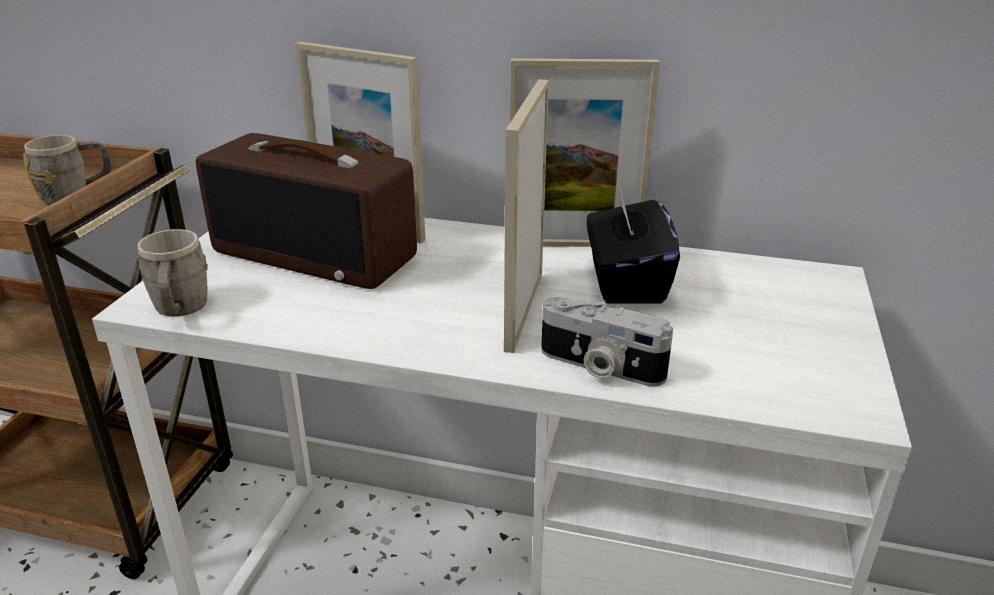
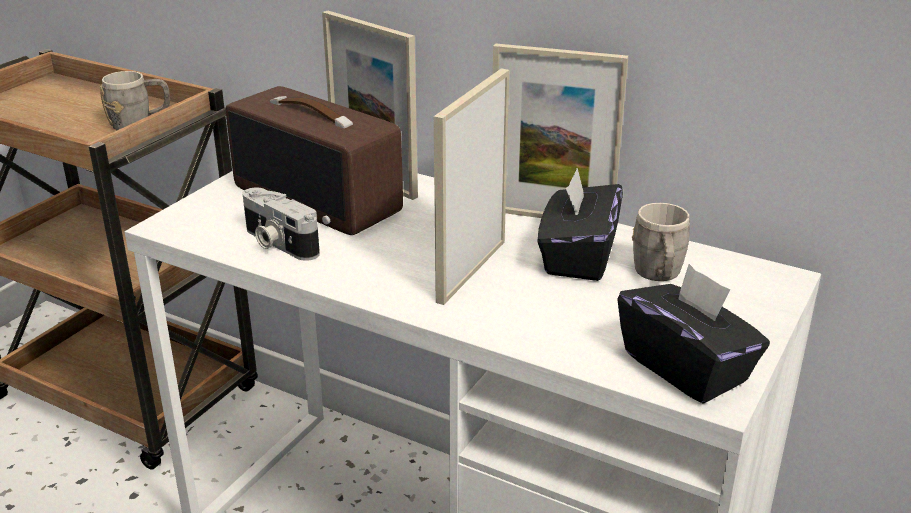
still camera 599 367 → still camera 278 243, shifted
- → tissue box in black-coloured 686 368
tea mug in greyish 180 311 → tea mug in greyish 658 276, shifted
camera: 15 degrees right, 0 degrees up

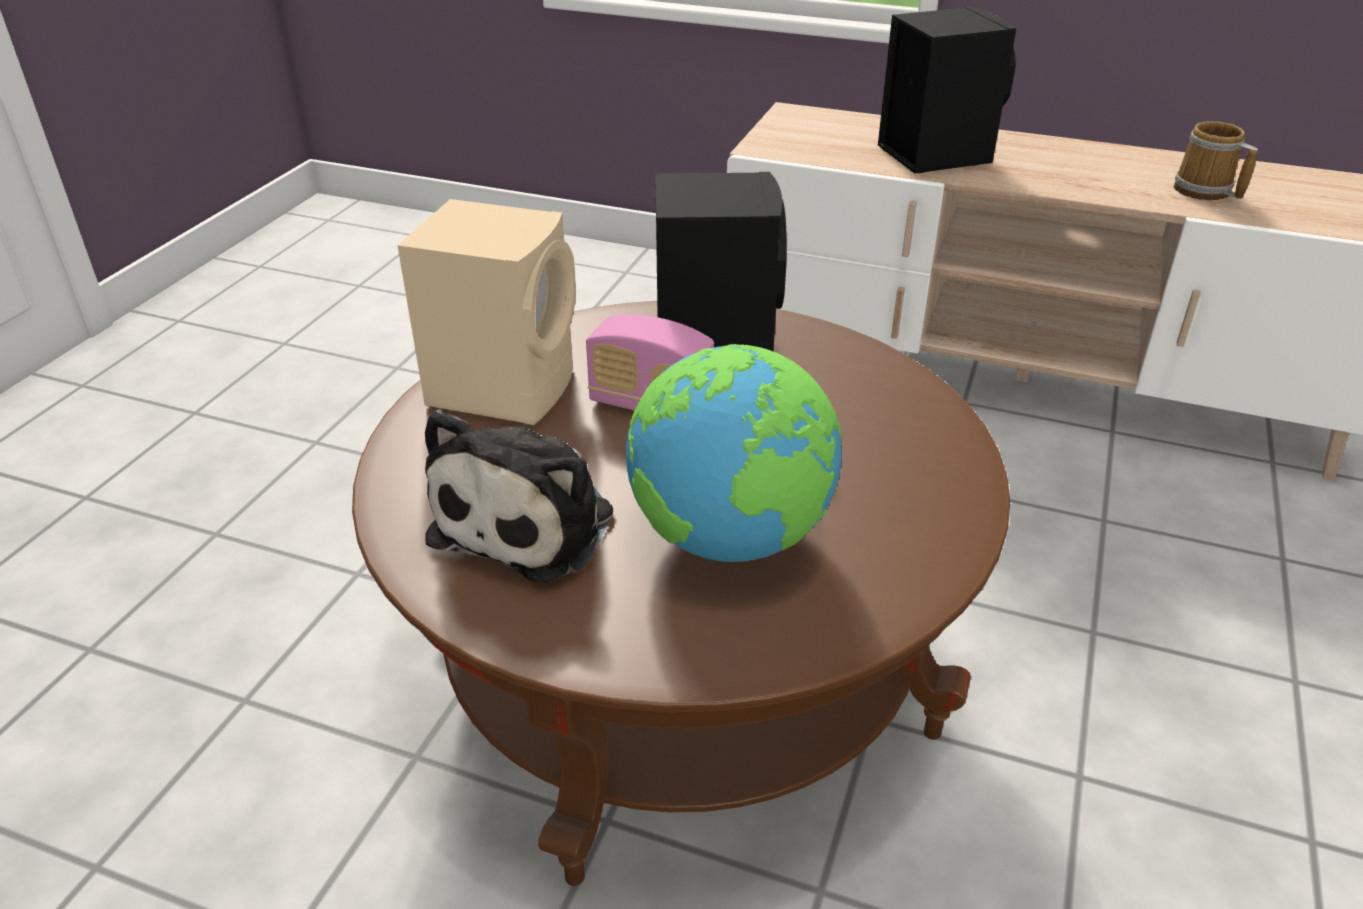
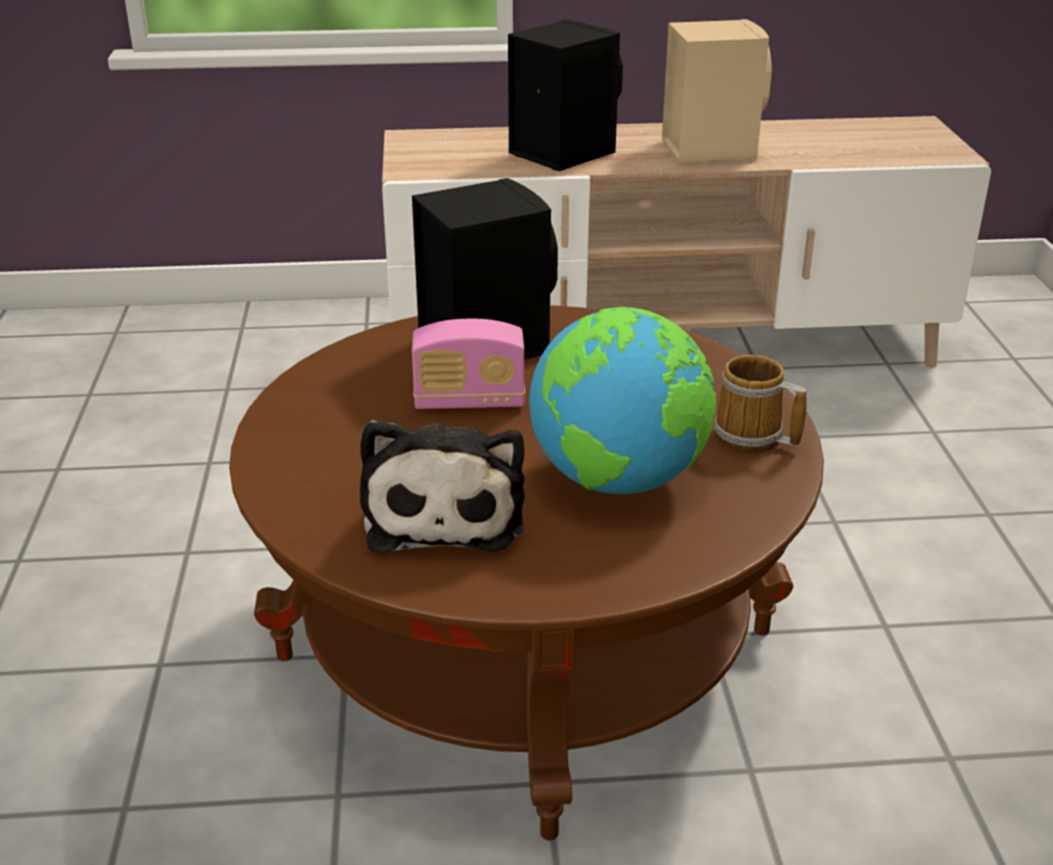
loudspeaker in beige 505 385 → loudspeaker in beige 709 148, shifted
tea mug 1204 191 → tea mug 751 438, shifted
camera: 25 degrees left, 5 degrees down

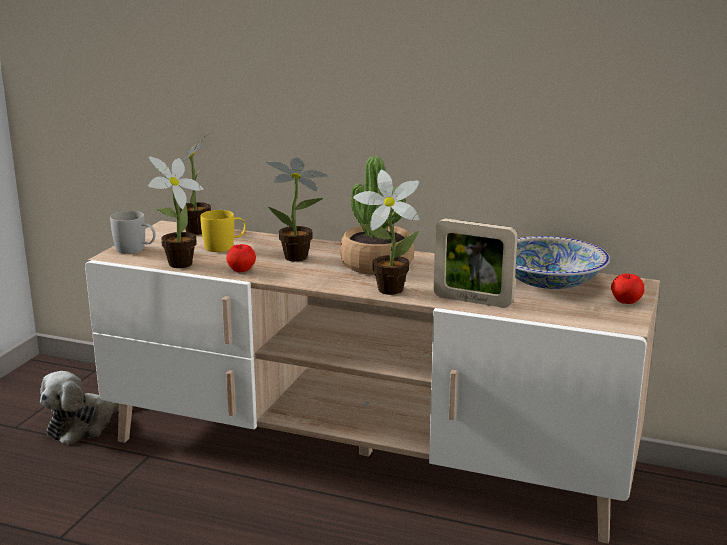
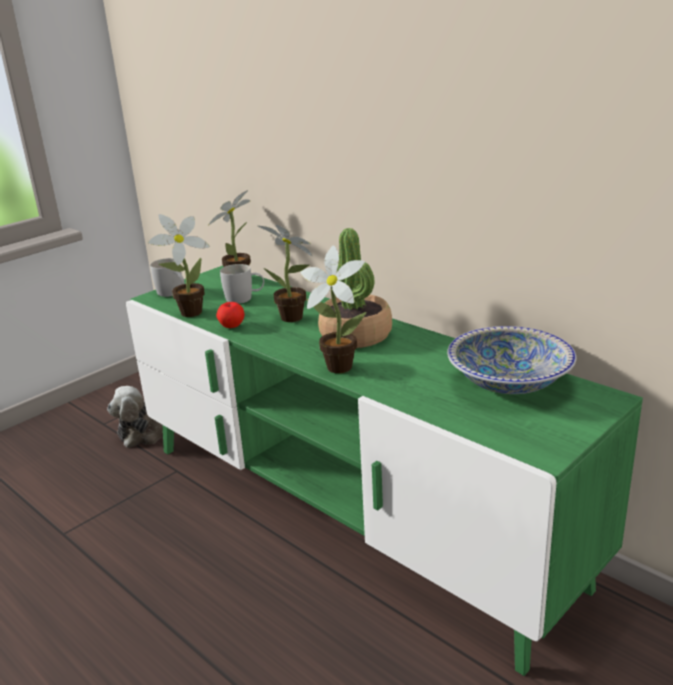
media console in beige 363 456 → media console in green-coloured 347 510
tea mug in yellow-coloured 225 247 → tea mug in white 244 298
photo frame 472 301 → -
apple 625 302 → -
camera: 25 degrees right, 5 degrees up

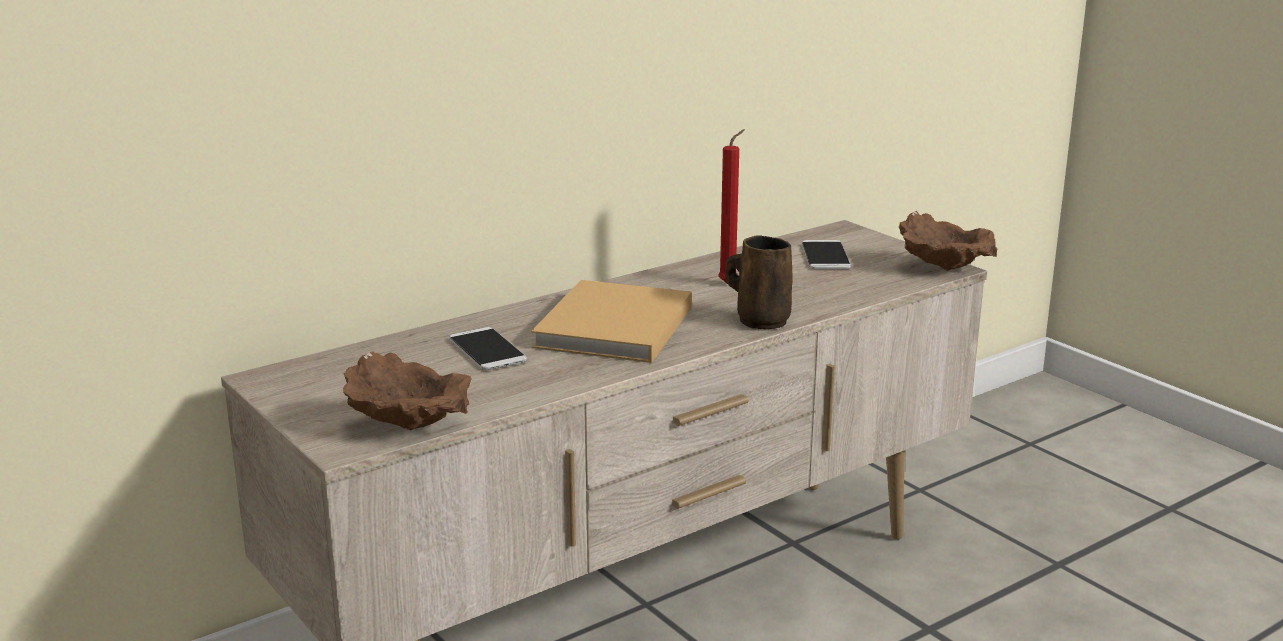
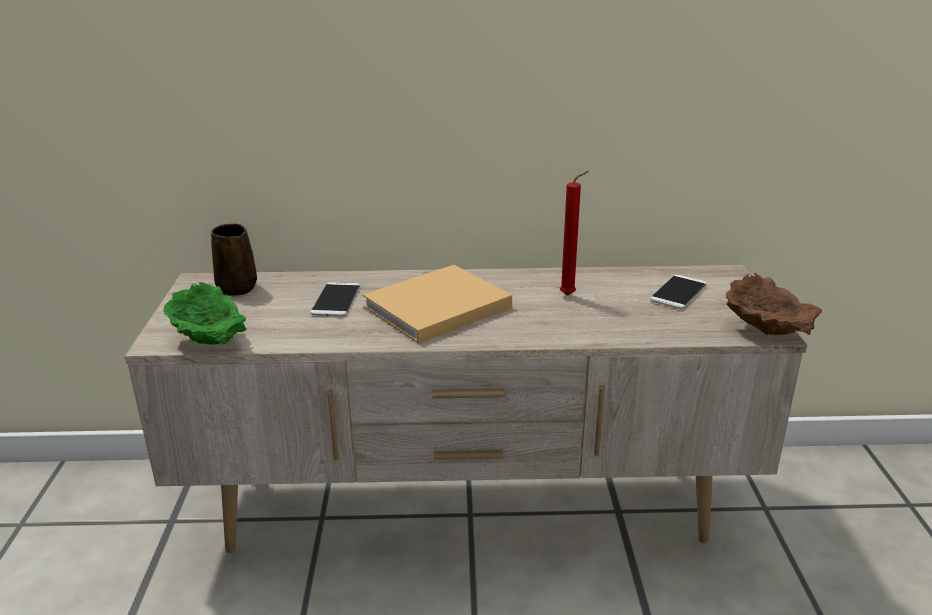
bowl in brown-coloured 409 427 → bowl in green-coloured 209 342
tea mug in brown-coloured 760 320 → tea mug in brown-coloured 237 287, shifted
camera: 35 degrees right, 5 degrees up

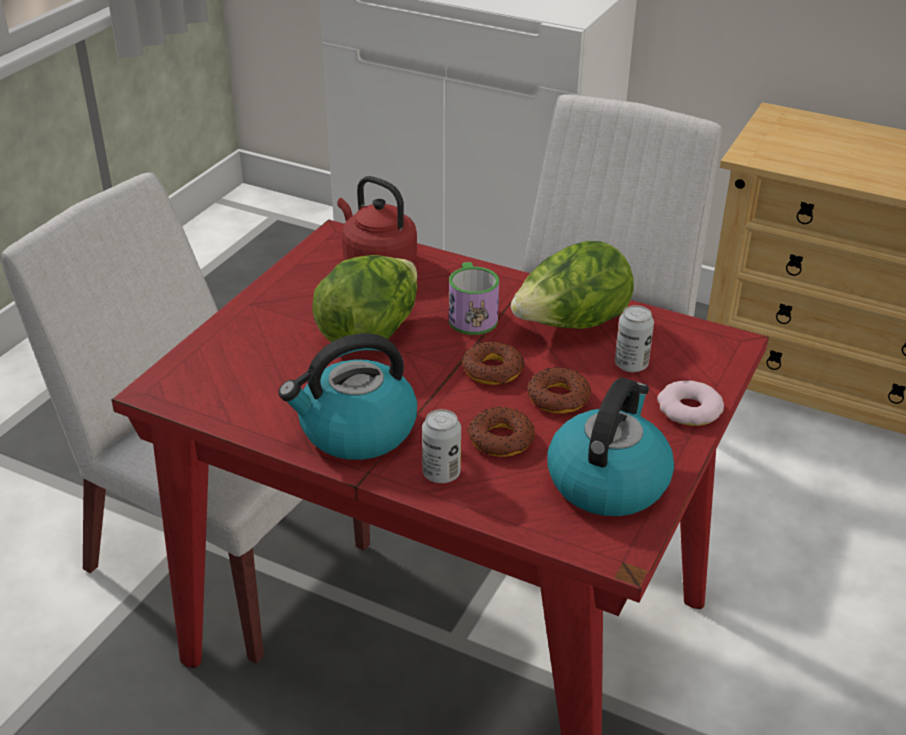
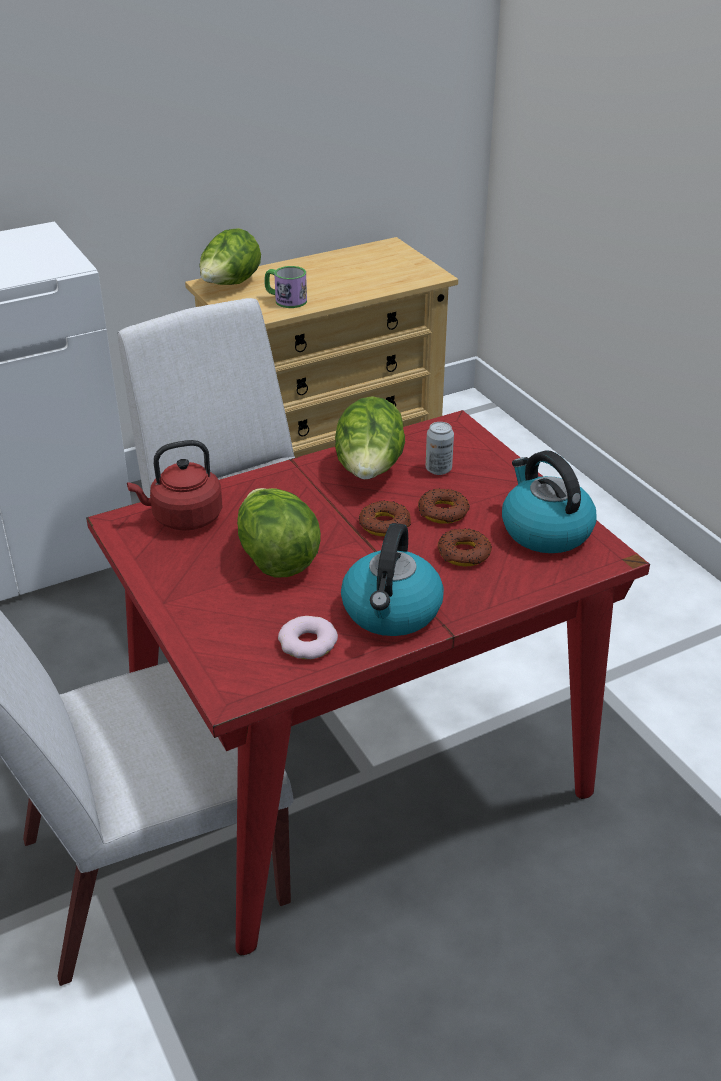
- → lettuce 230 285
tea mug 471 315 → tea mug 285 300, shifted
donut 689 409 → donut 308 643, shifted
metal can 441 473 → -
camera: 55 degrees left, 0 degrees up

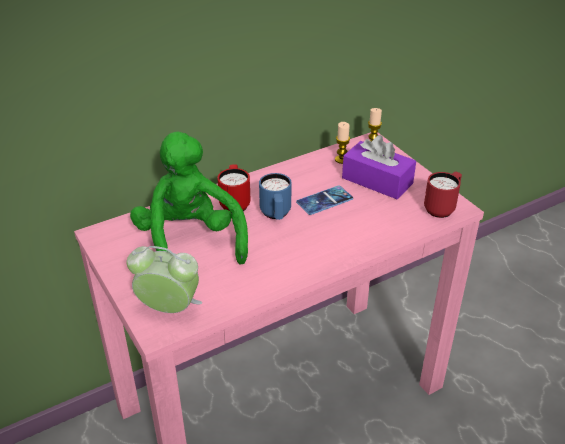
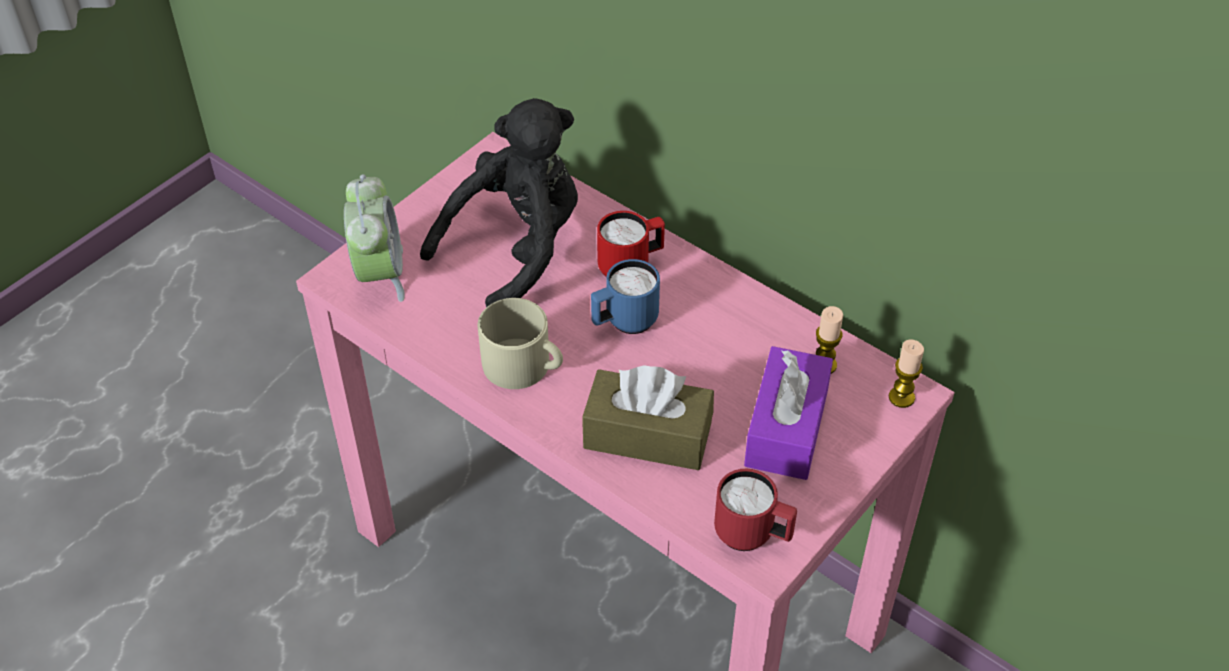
plush toy in green-coloured 190 243 → plush toy in black-coloured 516 250
- → tea mug in beige 524 366
- → tissue box in brown-coloured 647 435
phone 324 200 → -
camera: 70 degrees right, 10 degrees up

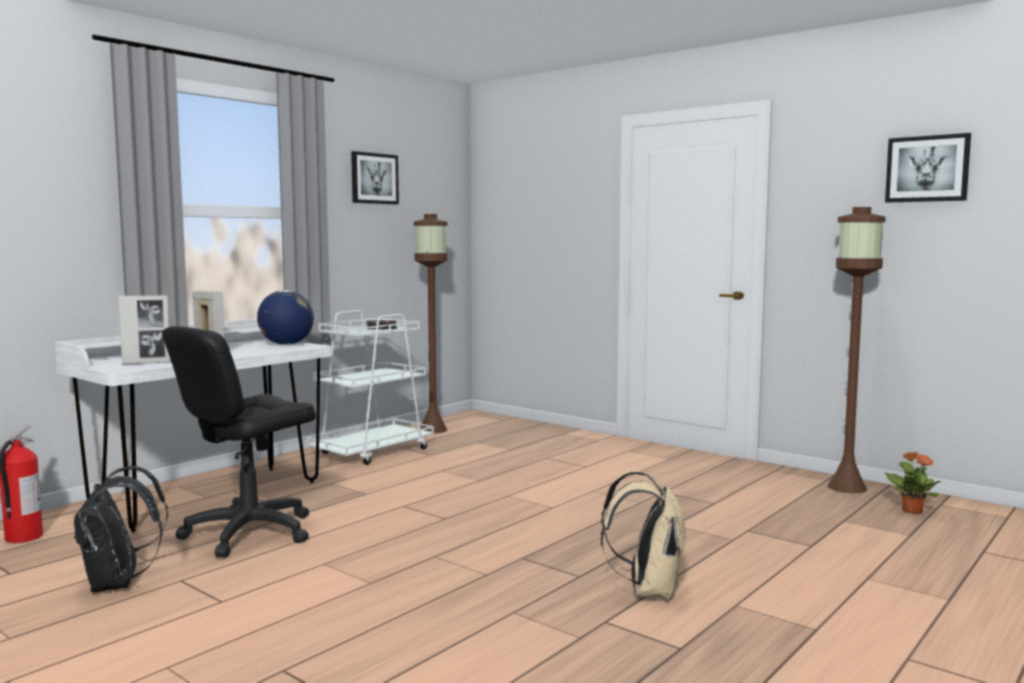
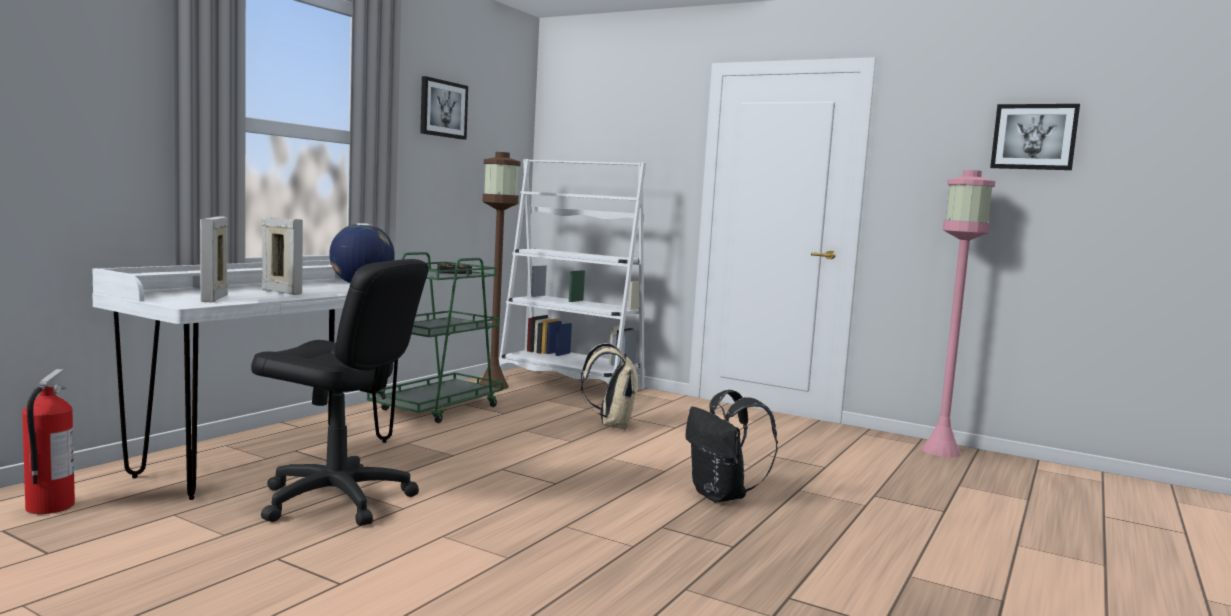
photo frame 147 363 → photo frame 214 299, 105 degrees clockwise
computer chair in black-coloured 249 532 → computer chair in black-coloured 336 500, 105 degrees counterclockwise
wheeled cart in white 372 452 → wheeled cart in green-coloured 438 409
- → bookshelf in white 570 384
backpack in beige 648 590 → backpack in beige 611 425, shifted
backpack in black-coloured 118 584 → backpack in black-coloured 722 496, shifted
floor lamp in brown-coloured 847 487 → floor lamp in pink-coloured 941 451
plant in a pot 912 511 → -
camera: 10 degrees left, 0 degrees up

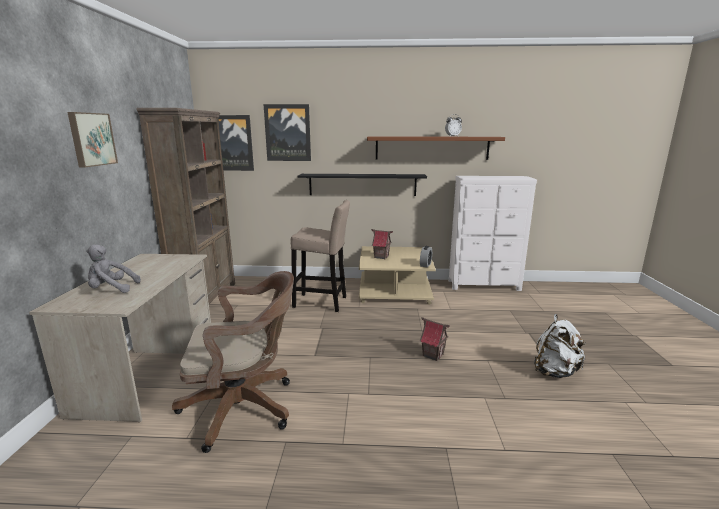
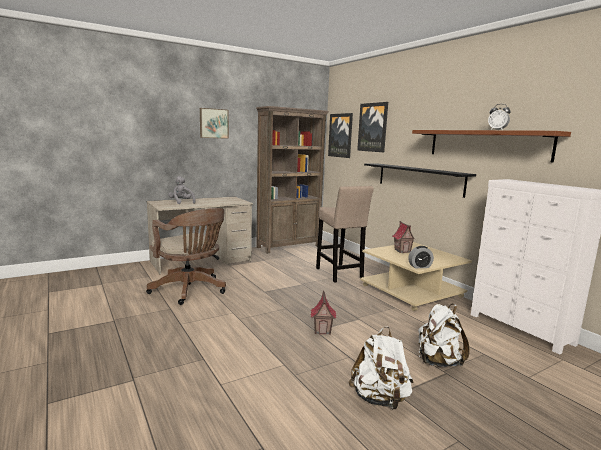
- → backpack in white 438 362
camera: 55 degrees right, 5 degrees down

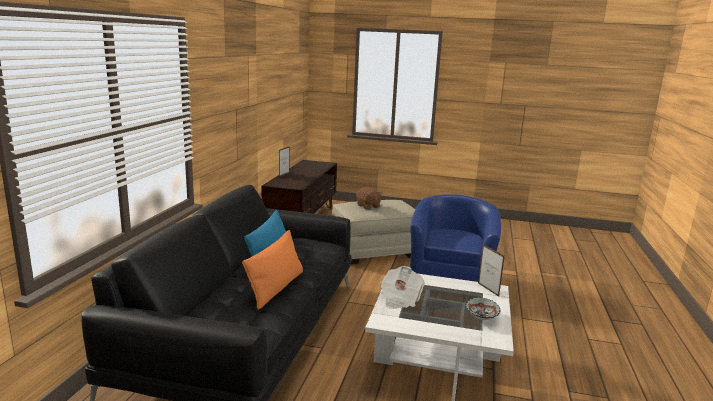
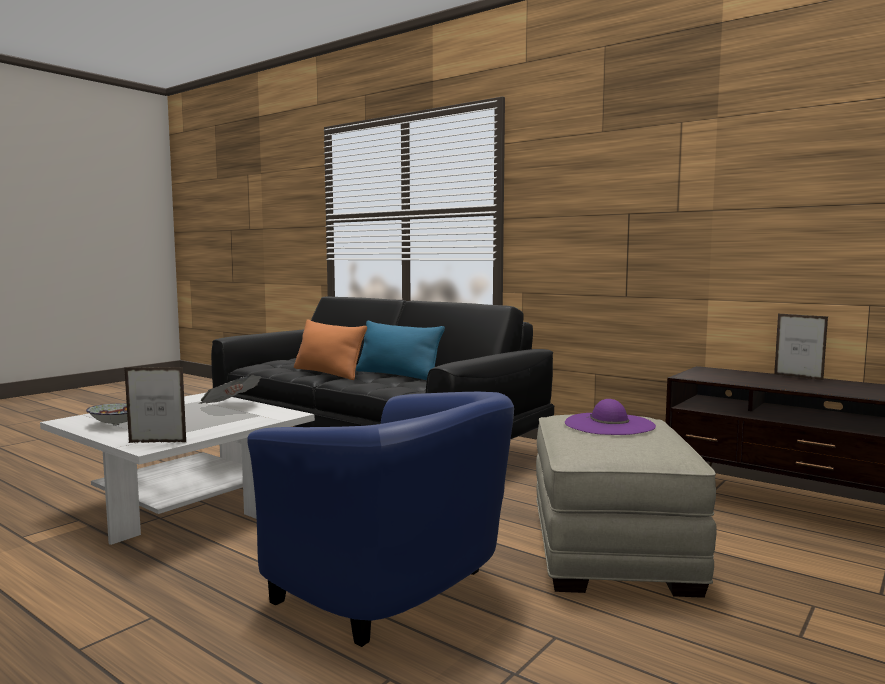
plush toy in brown-coloured 368 206 → hat in purplish 609 424
camera: 115 degrees right, 10 degrees down

